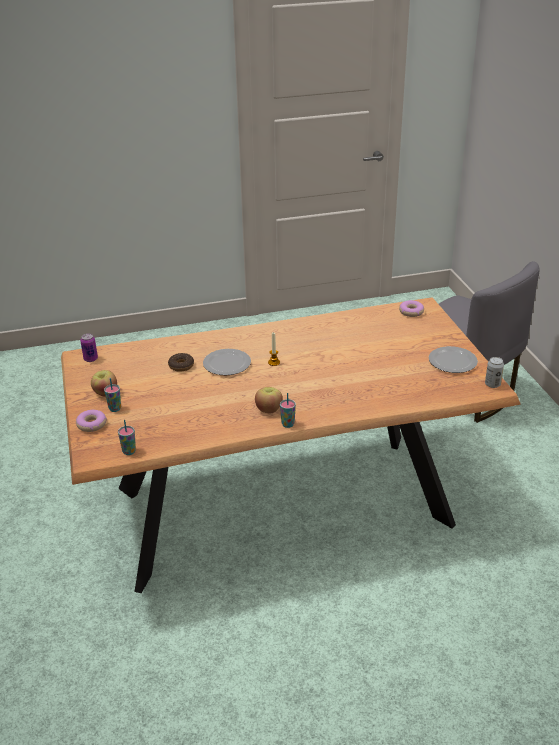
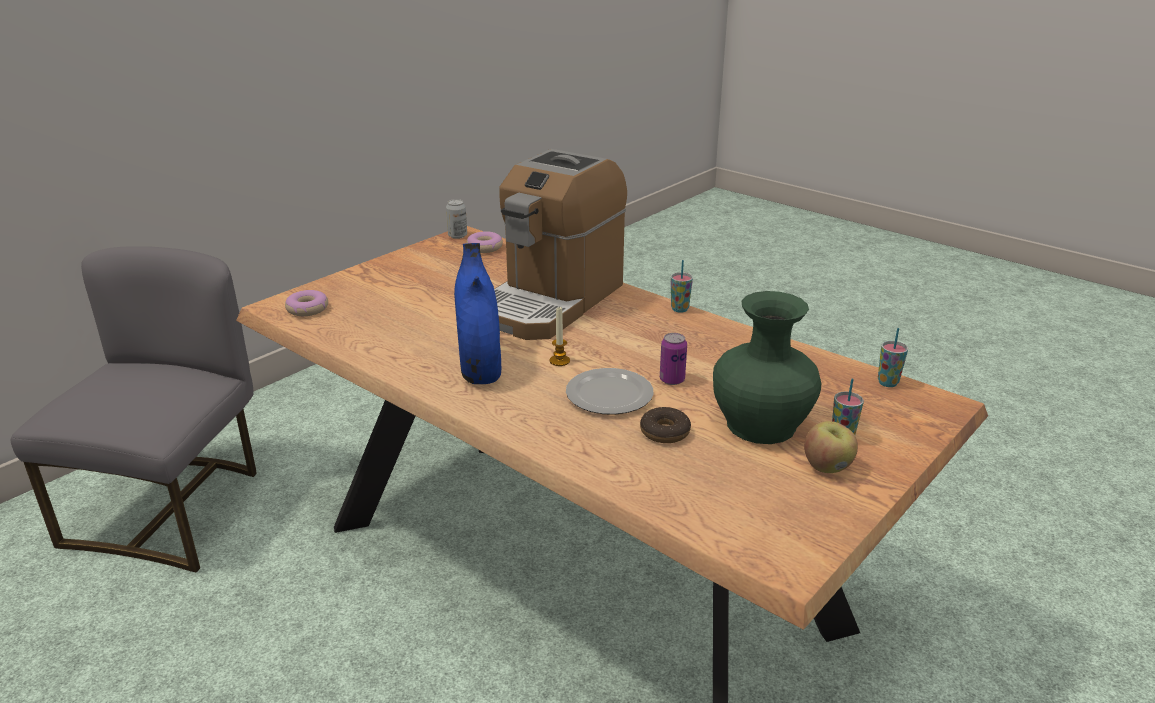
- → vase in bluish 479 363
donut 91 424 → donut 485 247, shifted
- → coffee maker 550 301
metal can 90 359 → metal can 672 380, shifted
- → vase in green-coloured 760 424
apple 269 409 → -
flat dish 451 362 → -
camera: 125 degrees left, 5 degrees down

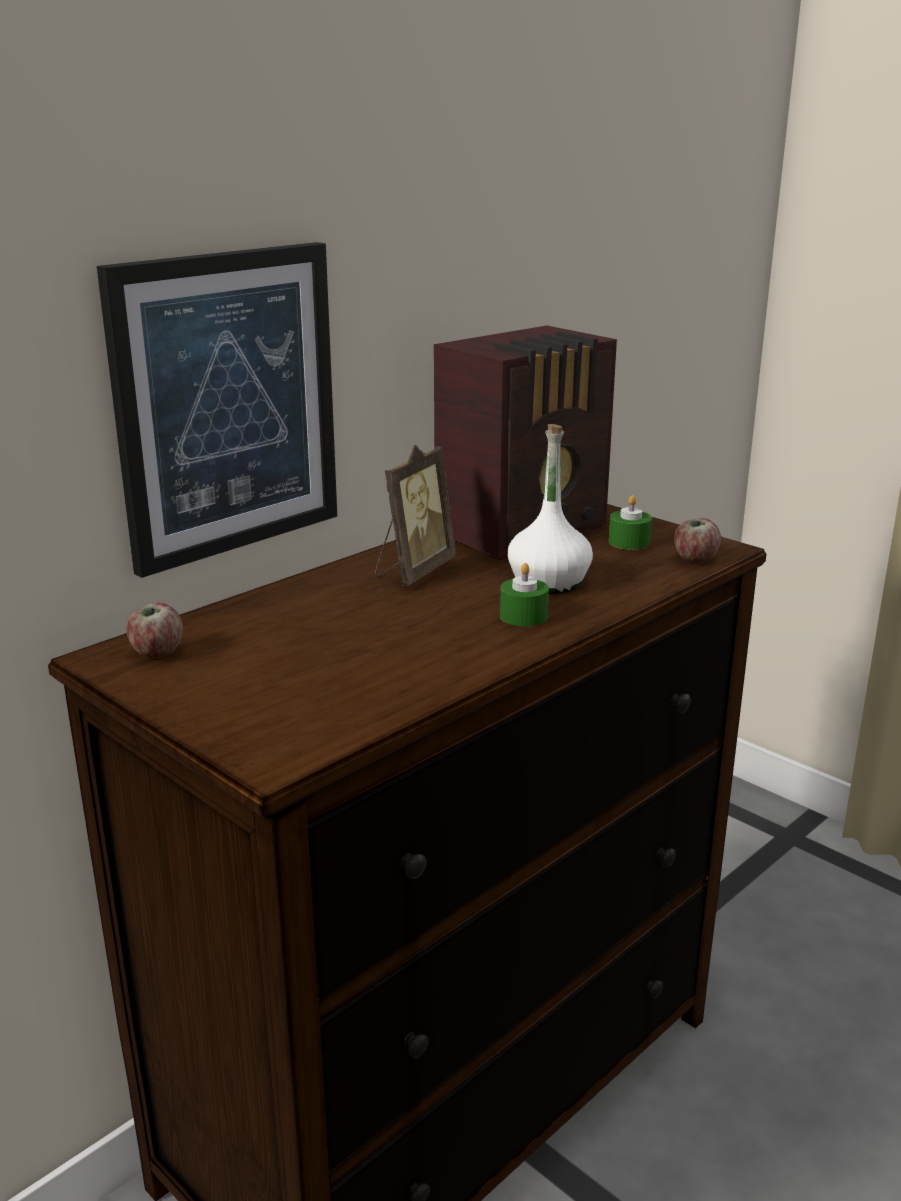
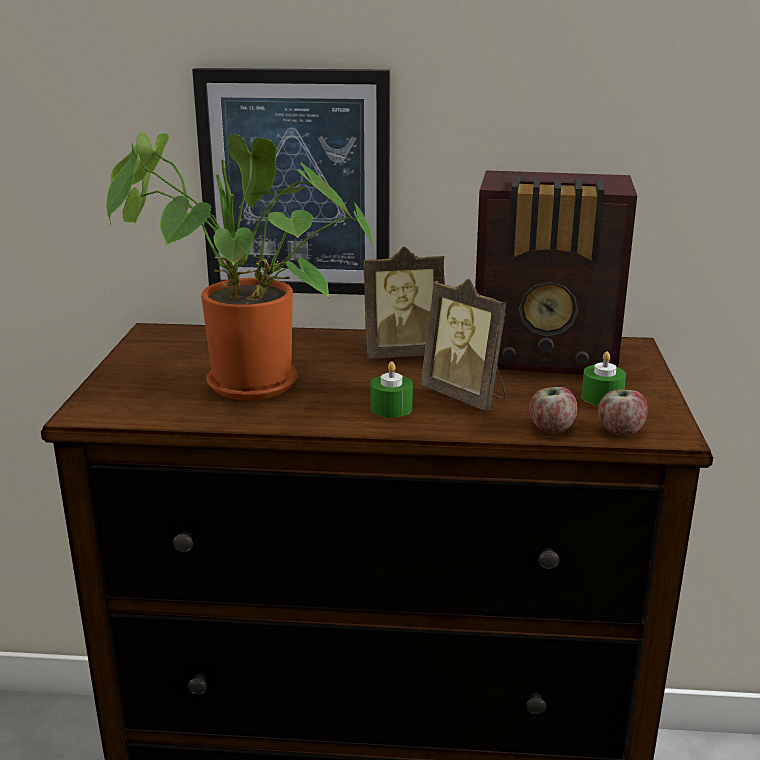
- → plant in a pot 241 386
drink bottle in white 549 582 → photo frame 466 396
apple 157 653 → apple 551 428, shifted
camera: 50 degrees right, 0 degrees up

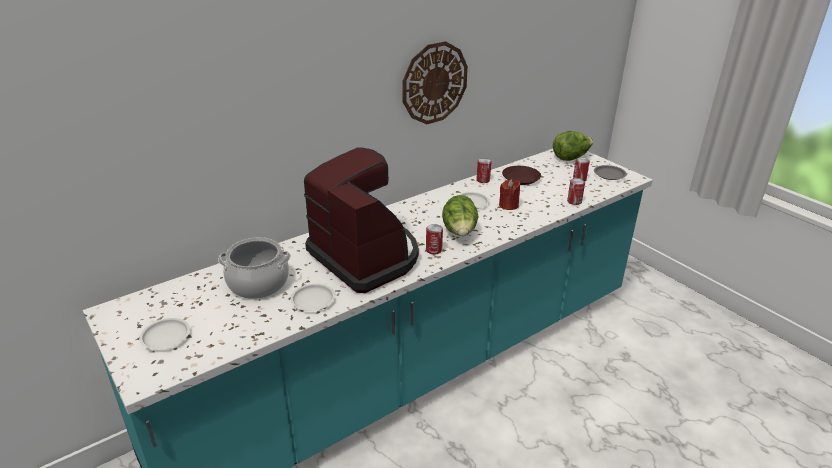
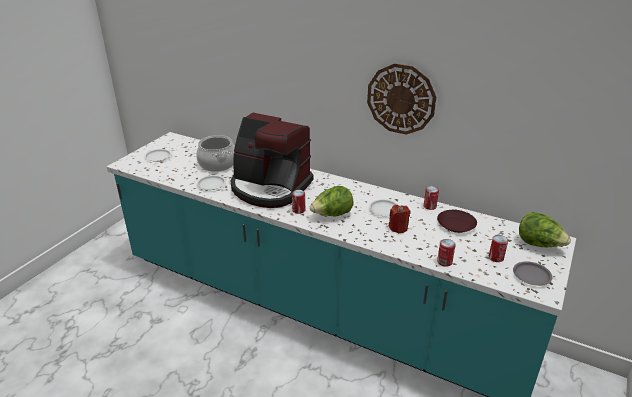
coffee maker 365 257 → coffee maker 270 188, 90 degrees clockwise
camera: 65 degrees right, 0 degrees up

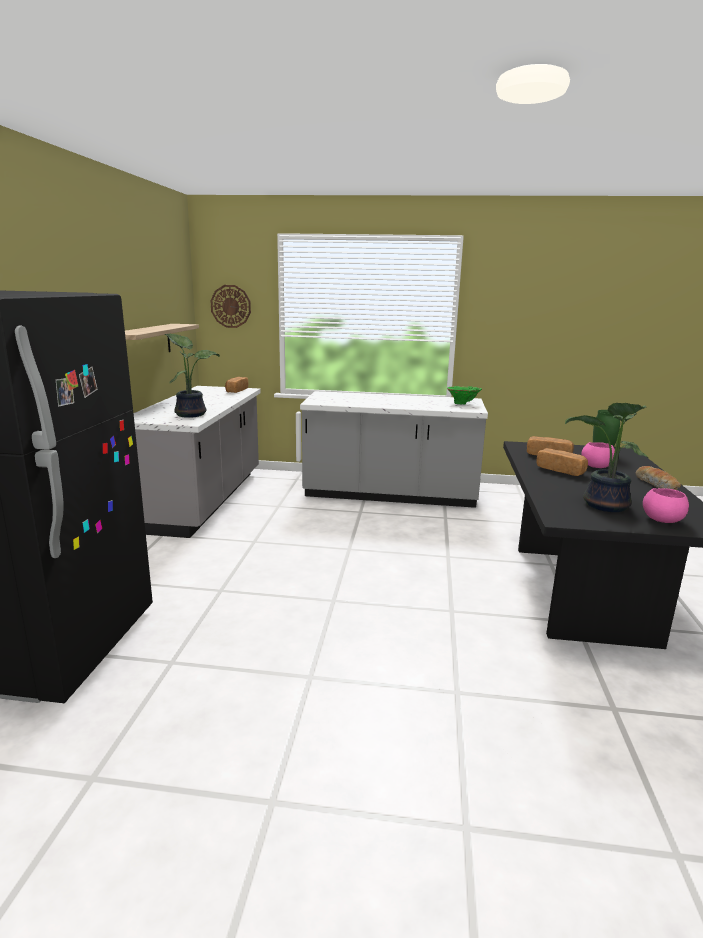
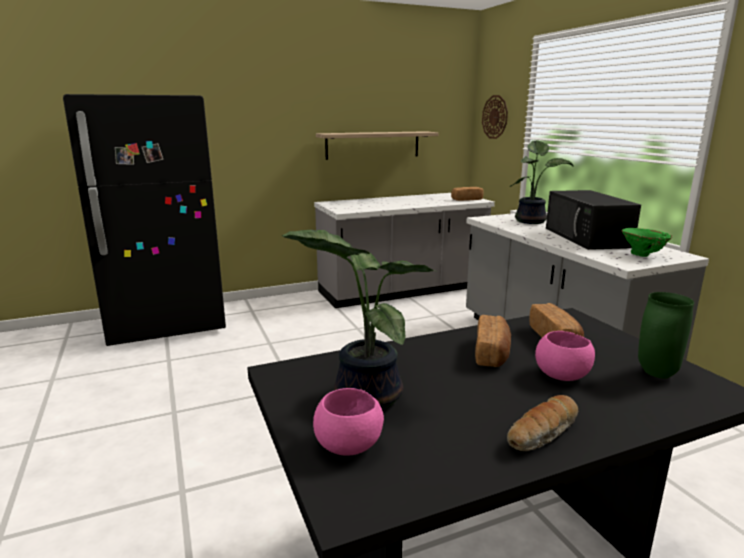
plant in a pot 191 414 → plant in a pot 531 221, shifted
- → kitchen microwave in black-coloured 587 238
camera: 60 degrees right, 0 degrees up

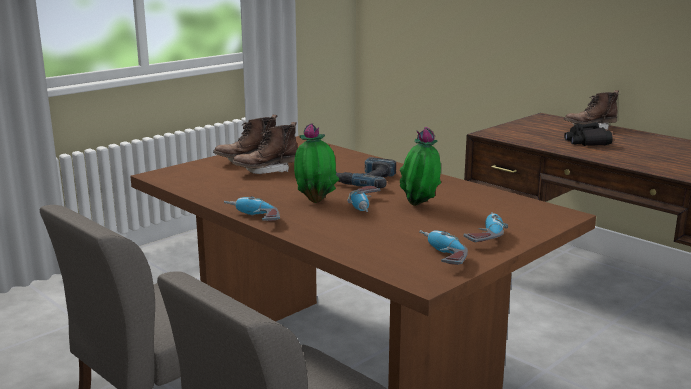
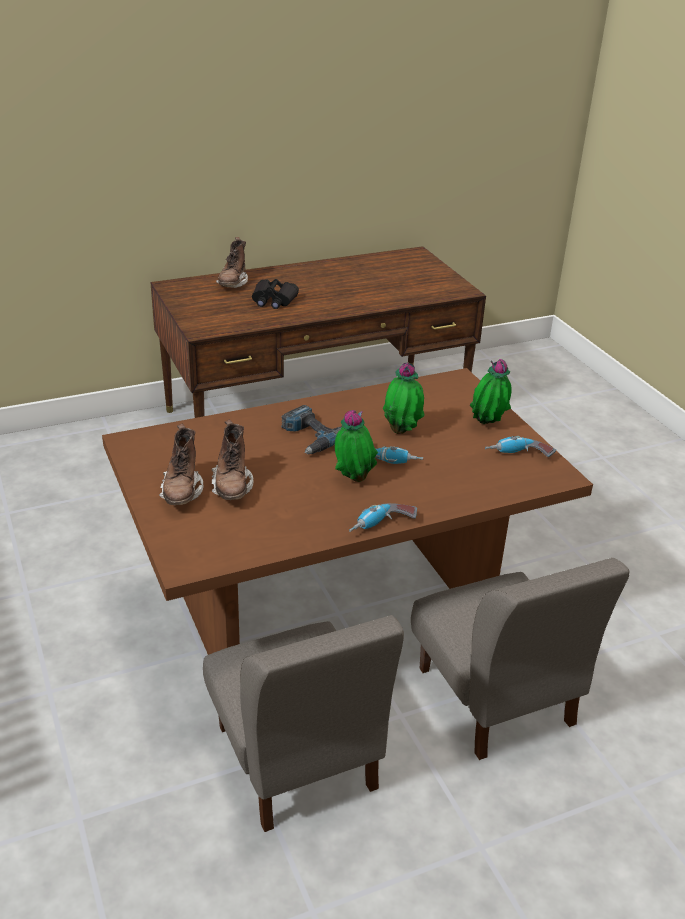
electric drill 484 236 → plant in a pot 487 425
camera: 70 degrees left, 15 degrees up

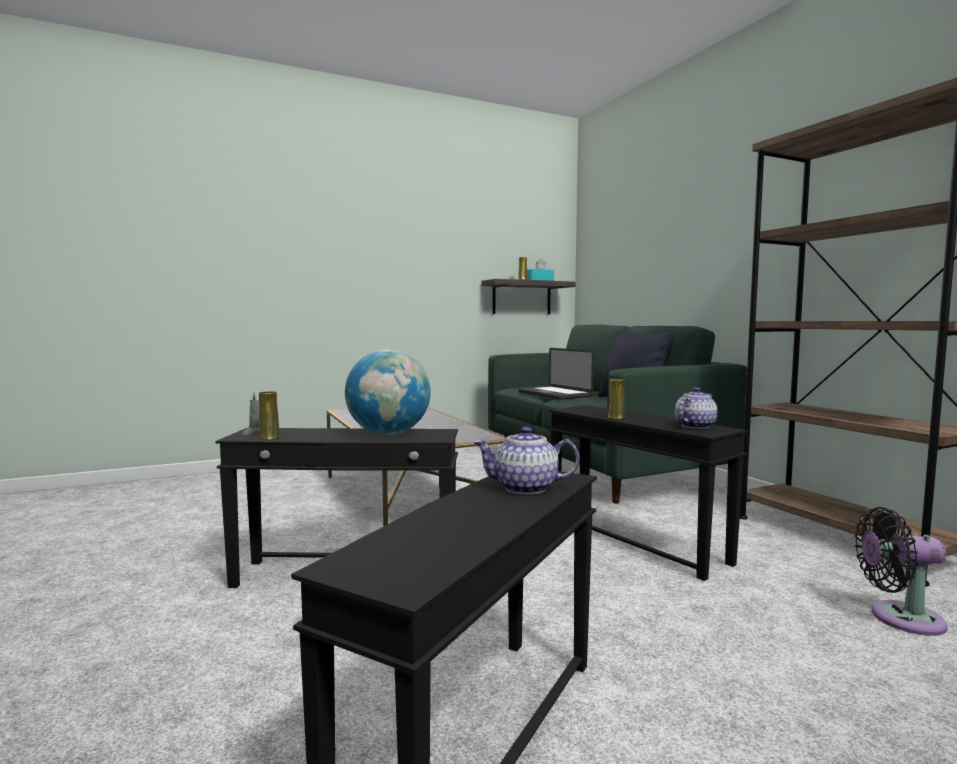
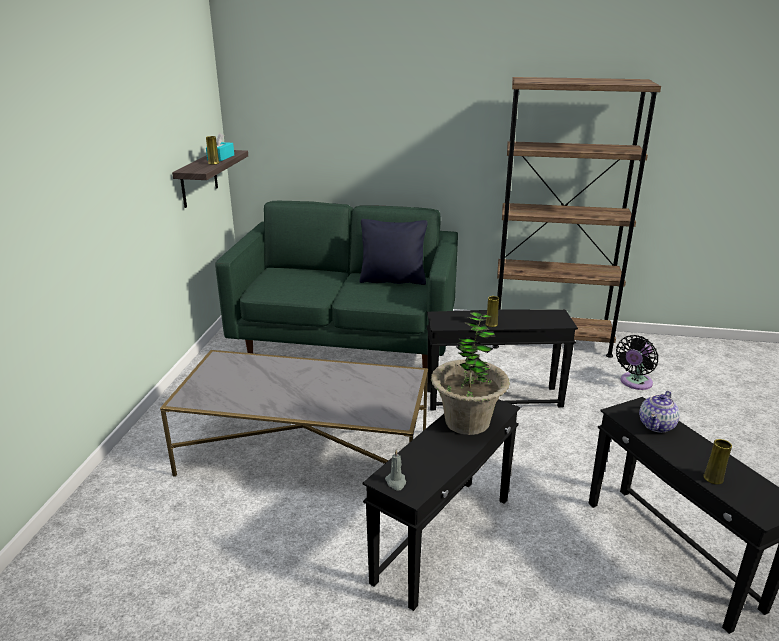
globe 389 434 → plant in a pot 467 422
vase in yellow-coloured 269 438 → vase in yellow-coloured 713 478, shifted
laptop 554 394 → -
pot for tea 694 426 → -
camera: 55 degrees left, 20 degrees up

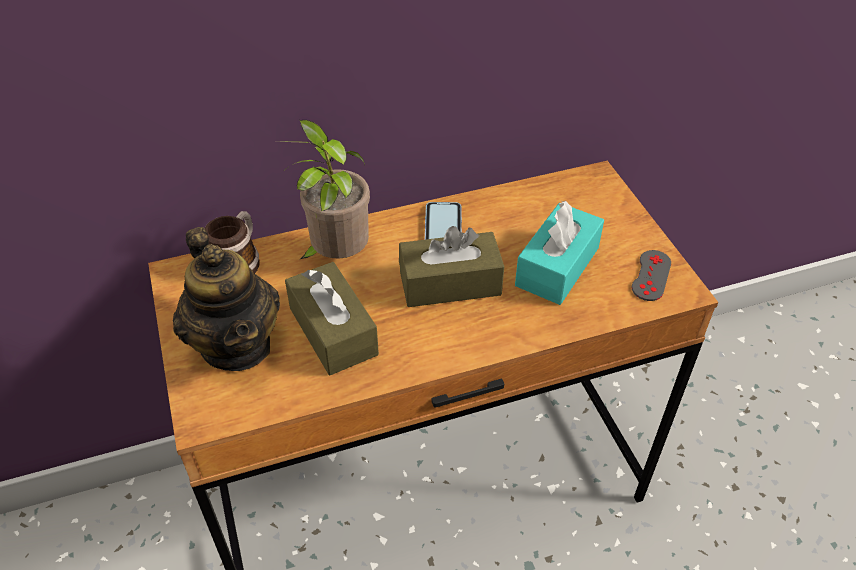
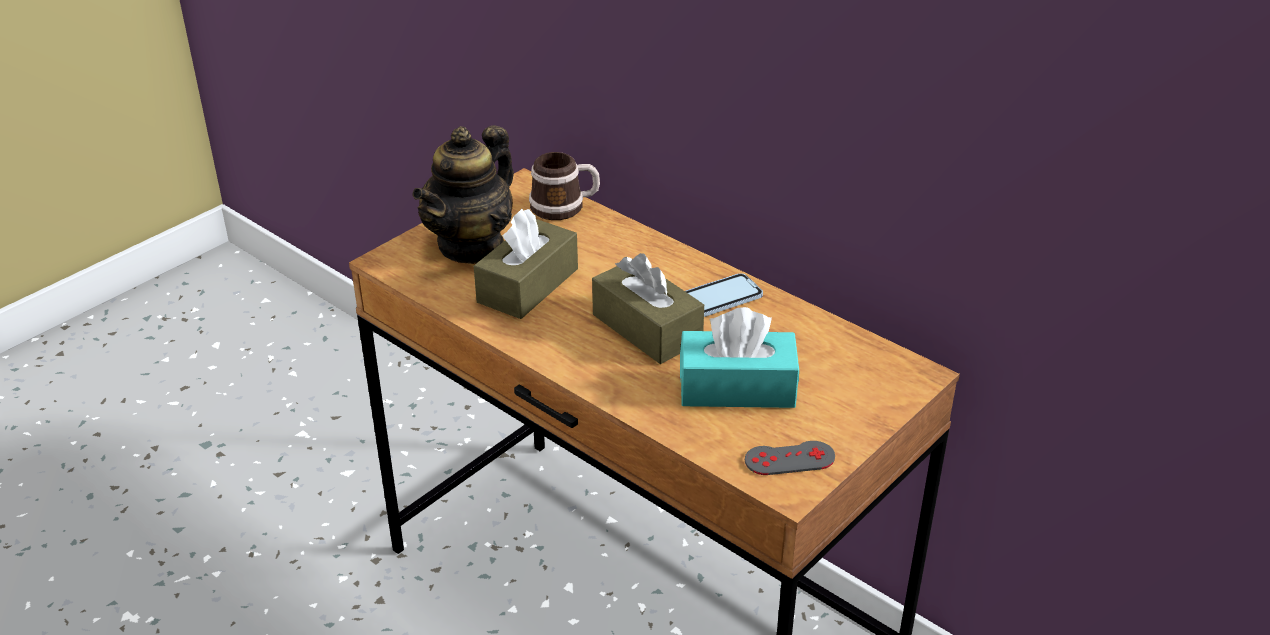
plant in a pot 336 256 → -
camera: 60 degrees right, 10 degrees down

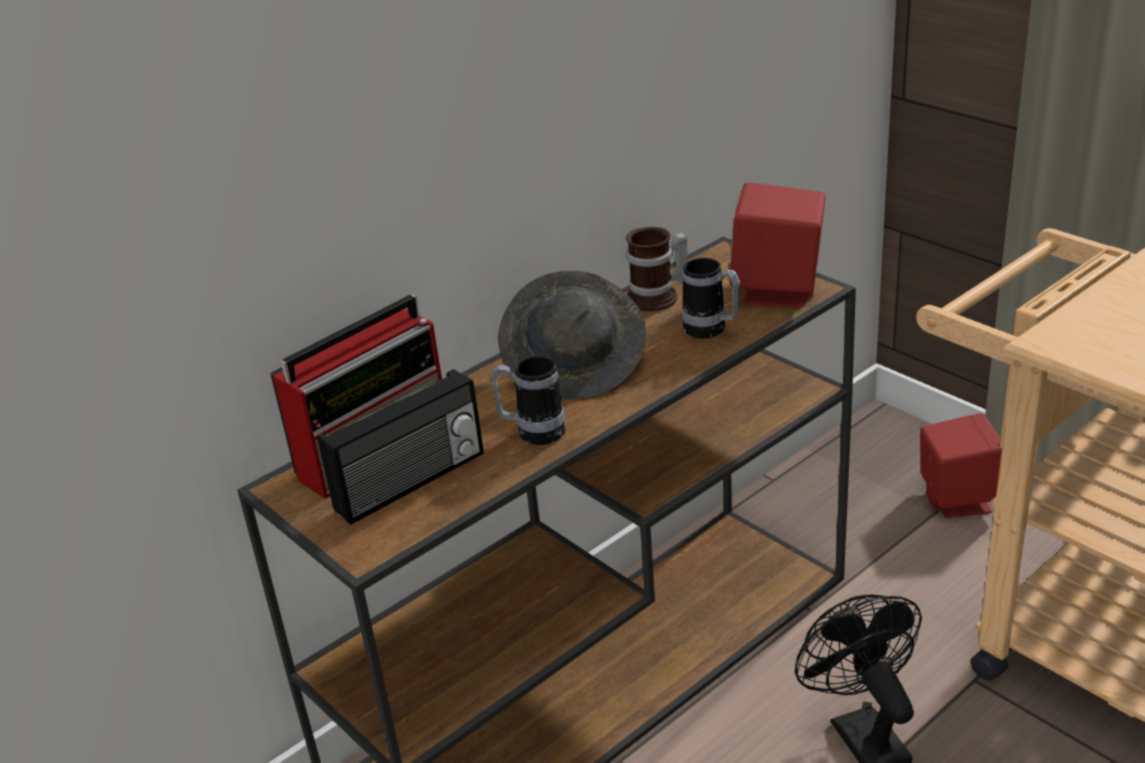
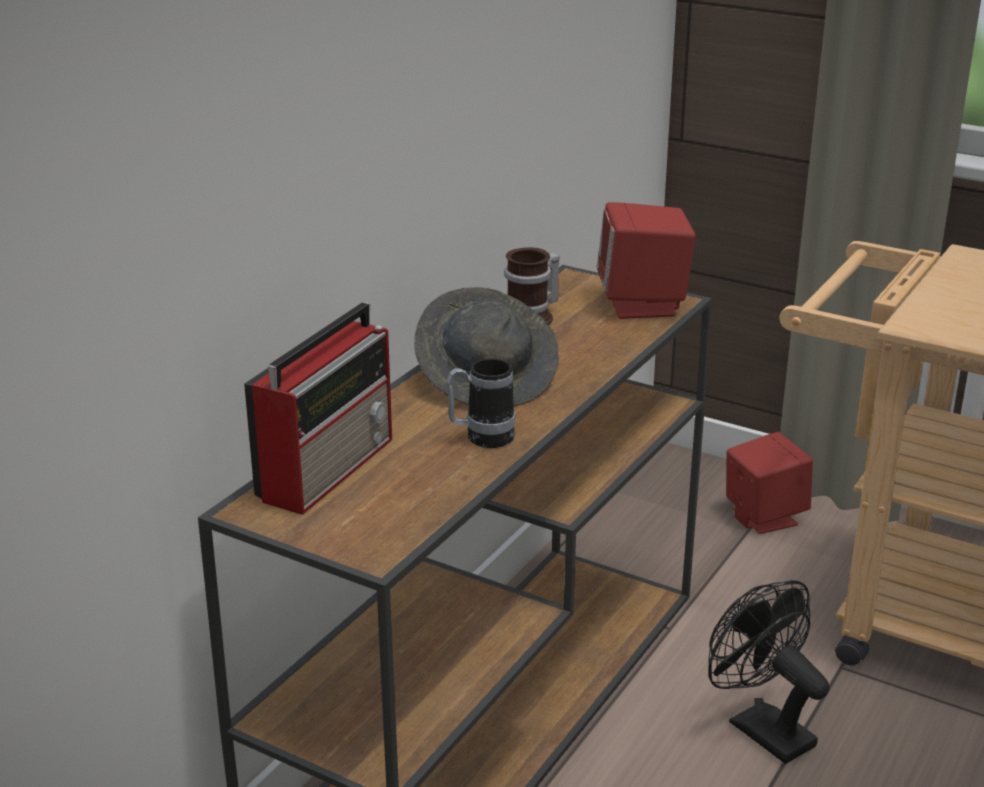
radio receiver 412 483 → -
tea mug 711 331 → -
camera: 20 degrees left, 5 degrees down

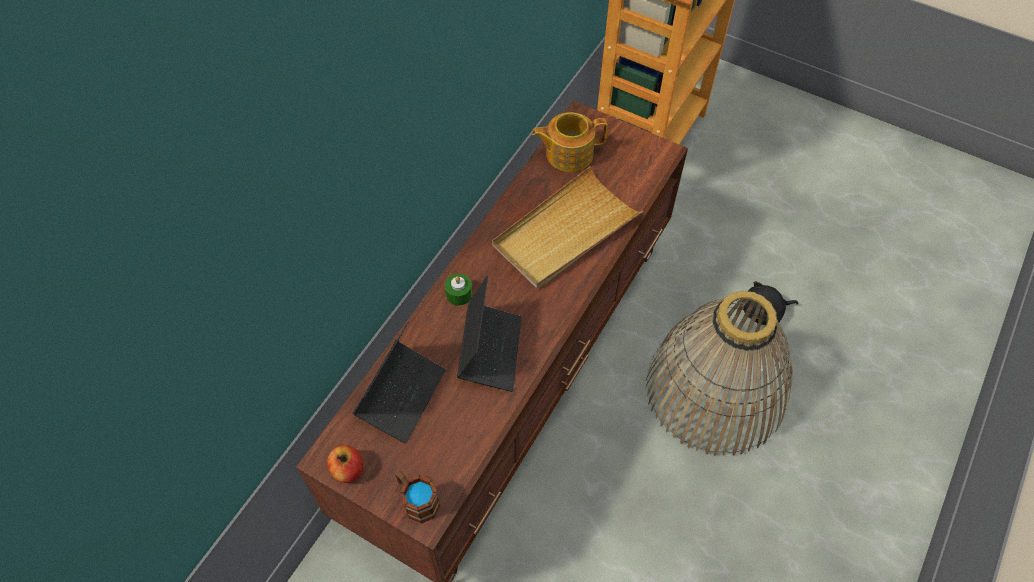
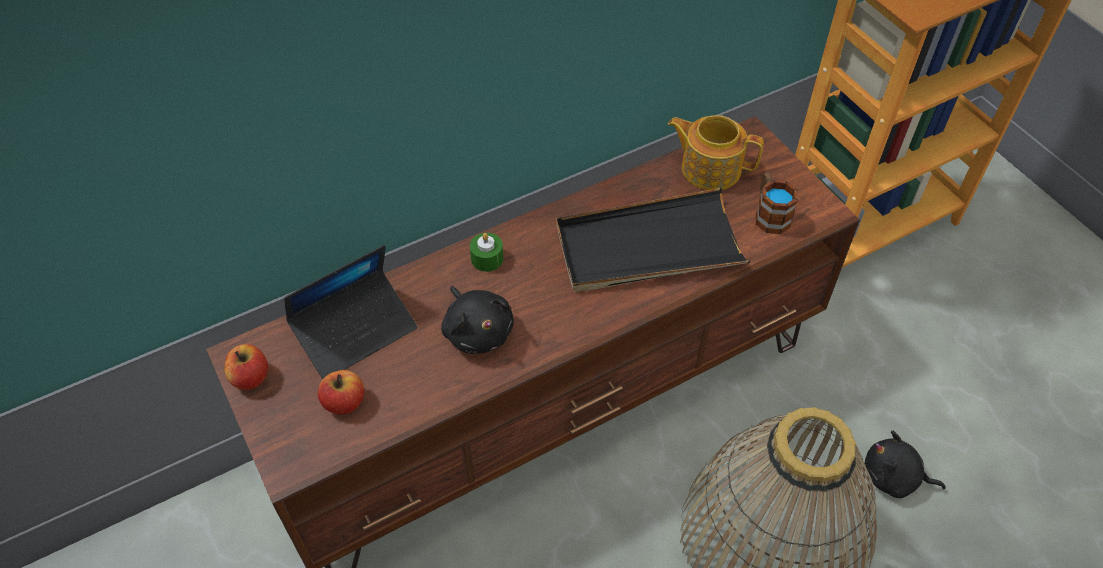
- → apple 344 402
laptop 490 350 → plush toy in black-coloured 478 331
tray in beige 565 231 → tray in black-coloured 648 247
tea mug 416 500 → tea mug 769 214, shifted
camera: 30 degrees right, 5 degrees down

